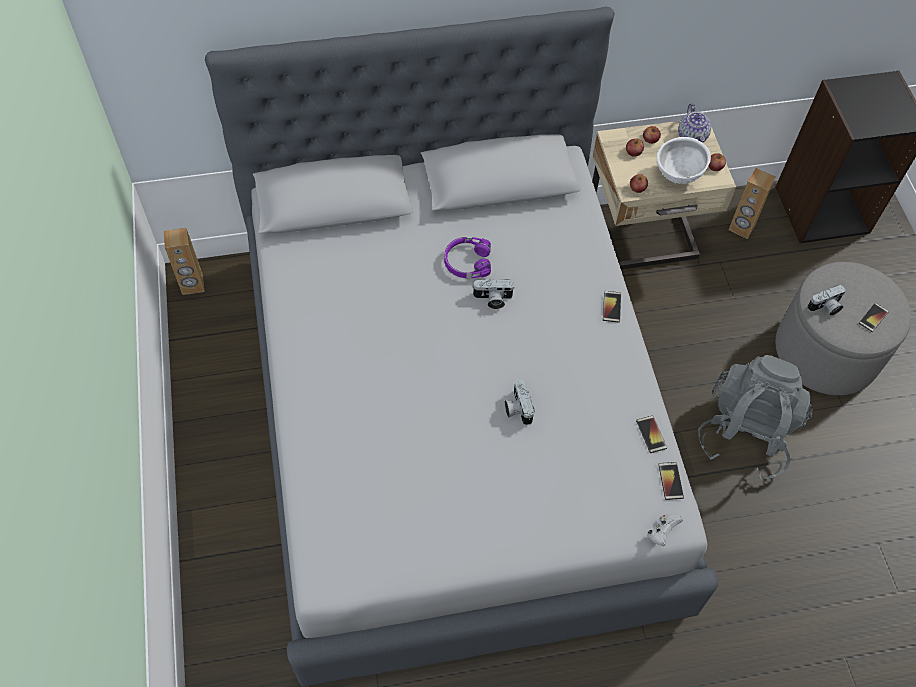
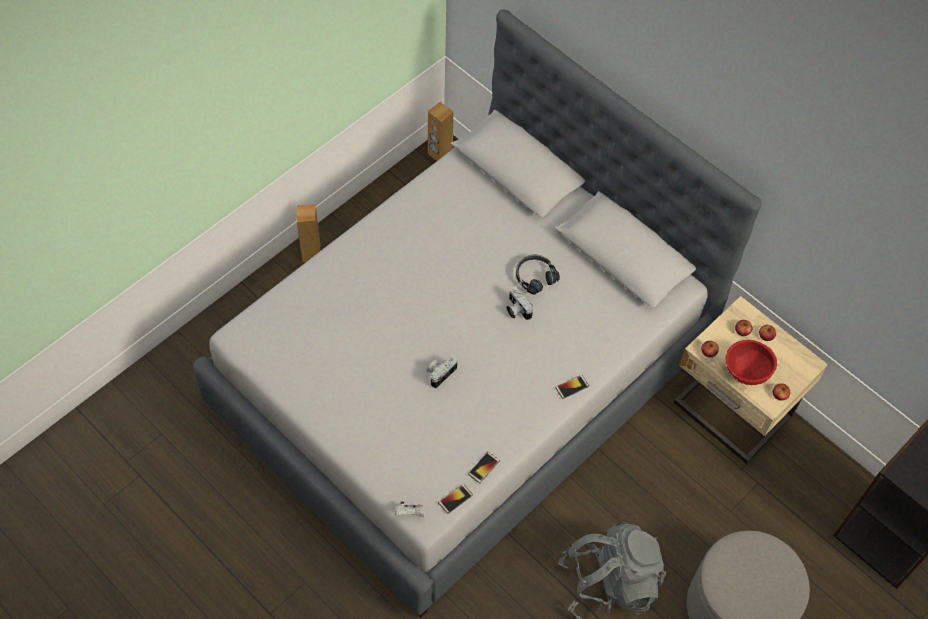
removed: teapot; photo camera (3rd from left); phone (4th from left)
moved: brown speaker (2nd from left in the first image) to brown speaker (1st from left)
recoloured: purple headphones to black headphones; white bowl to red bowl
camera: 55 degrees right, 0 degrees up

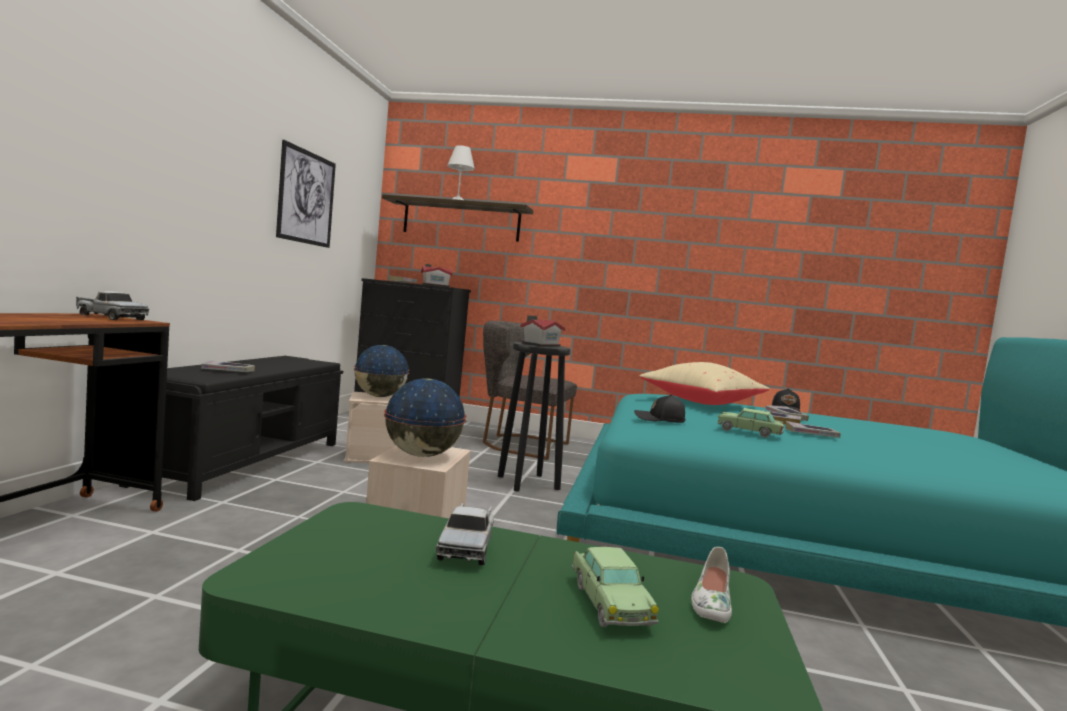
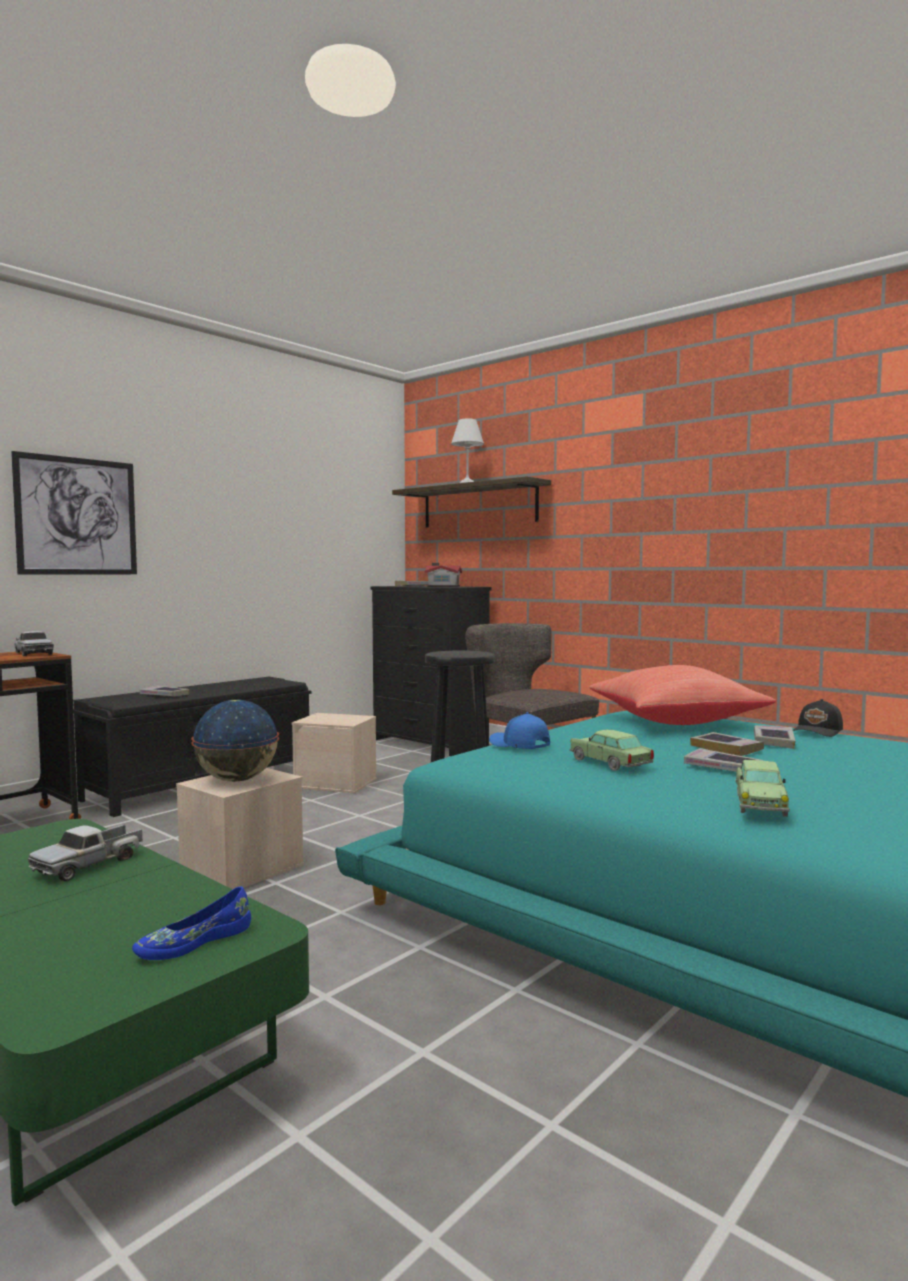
removed: globe (1st from left); toy house (2nd from left)
moved: picture; toy car (1st from left in the first image) to toy car (2nd from left)
recoloured: black cap (1st from left) to blue cap; beige pillow to red pillow; white shoe to blue shoe
camera: 30 degrees right, 0 degrees up

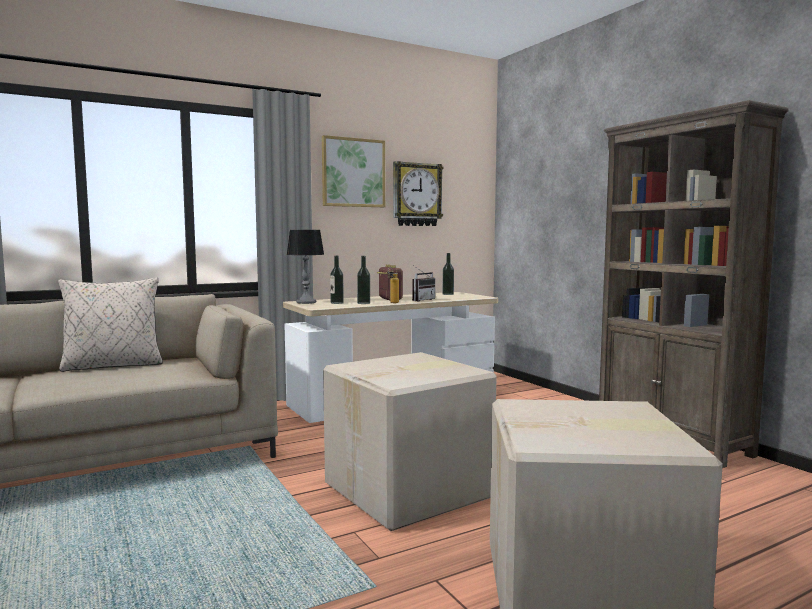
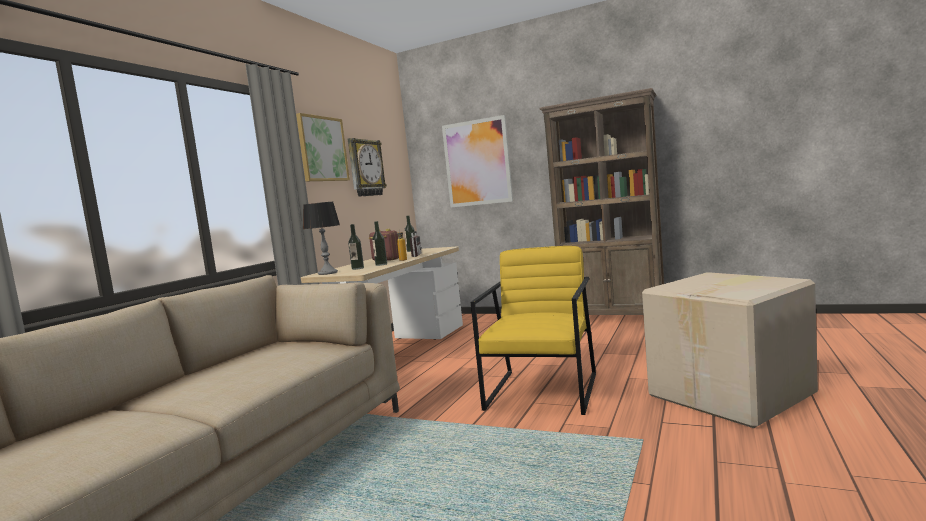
removed: beige pillow
added: picture (2nd from left)
replaced: cardboard box (1st from left) to yellow armchair
camera: 35 degrees left, 0 degrees up

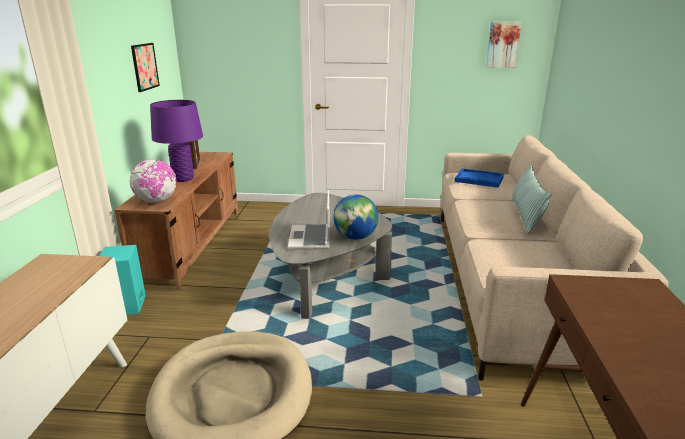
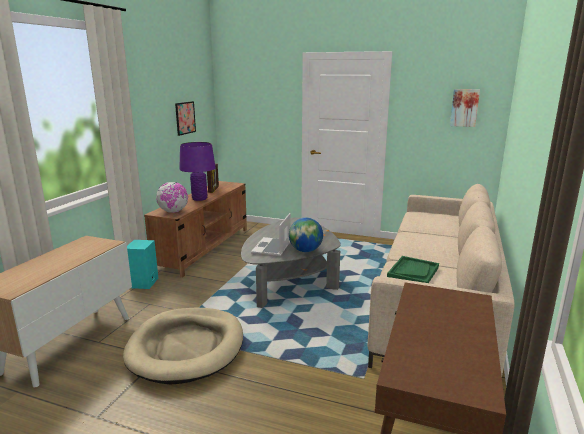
removed: blue tray; pillow
added: green tray
camera: 15 degrees right, 5 degrees down

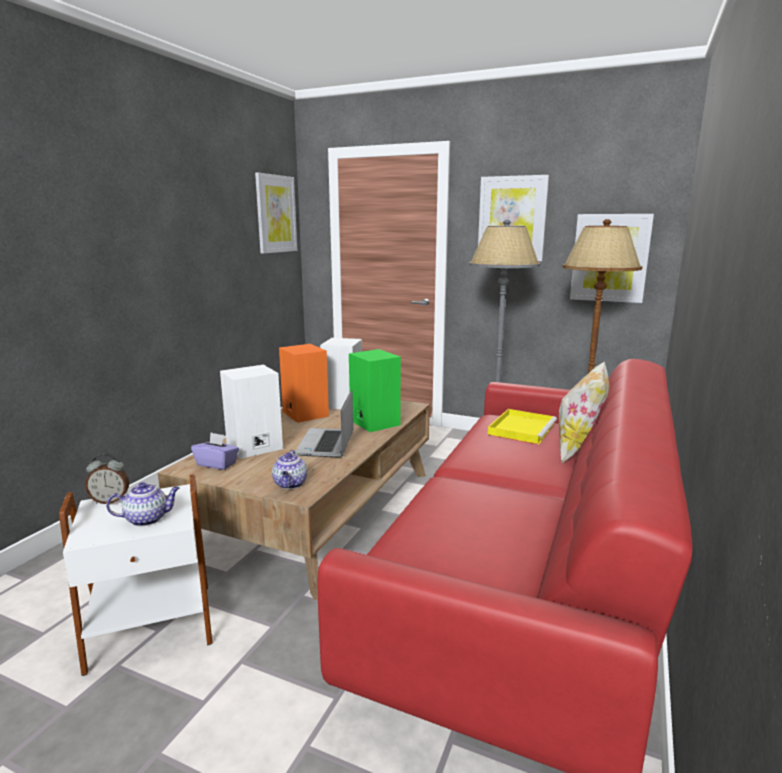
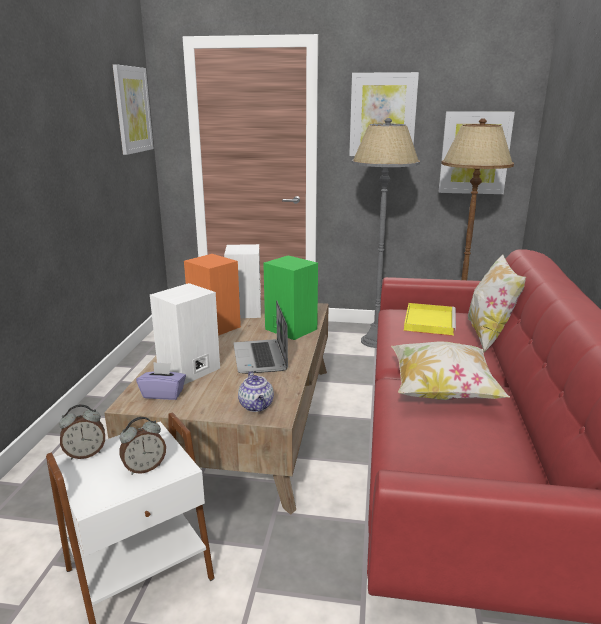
added: pillow (1st from left)
replaced: teapot (1st from left) to alarm clock (2nd from left)
camera: 15 degrees left, 5 degrees up

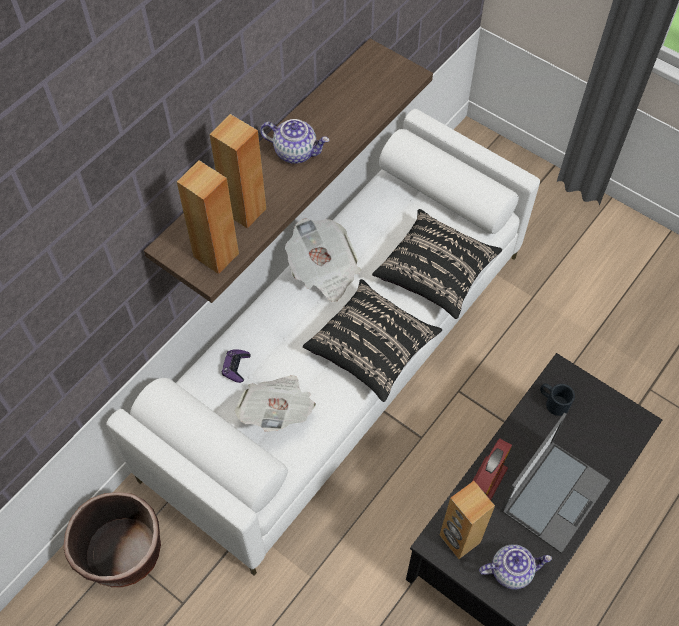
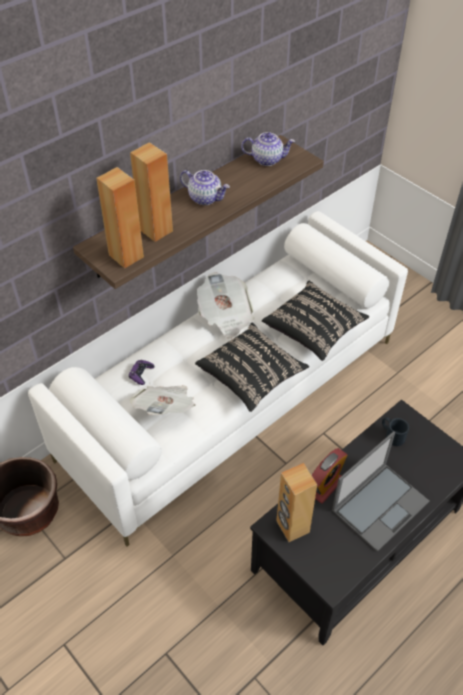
moved: teapot (2nd from left)
camera: 10 degrees right, 10 degrees down

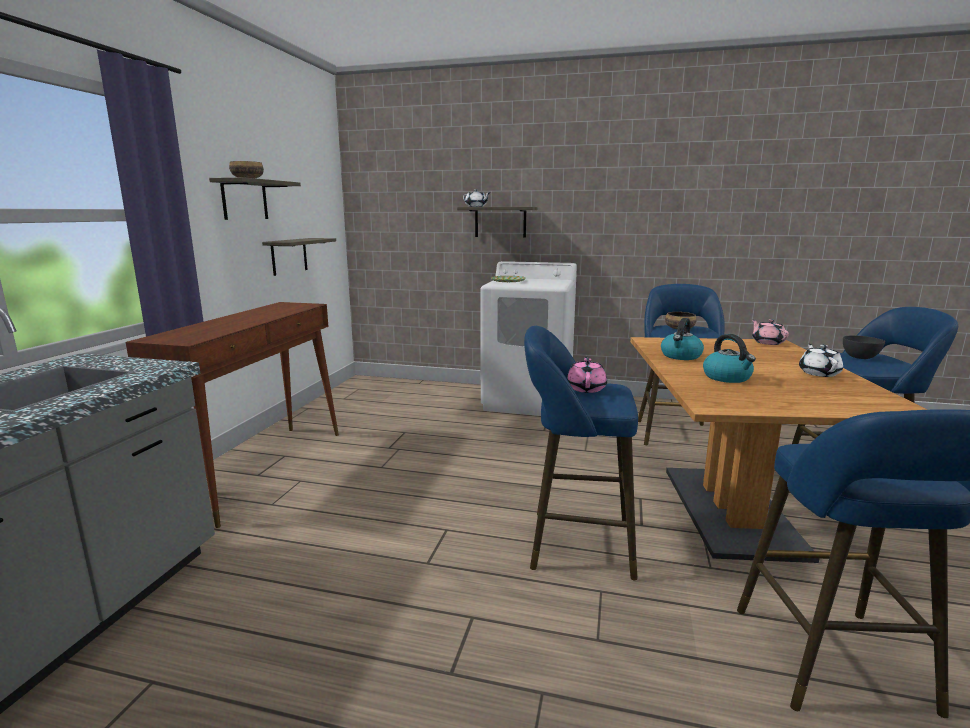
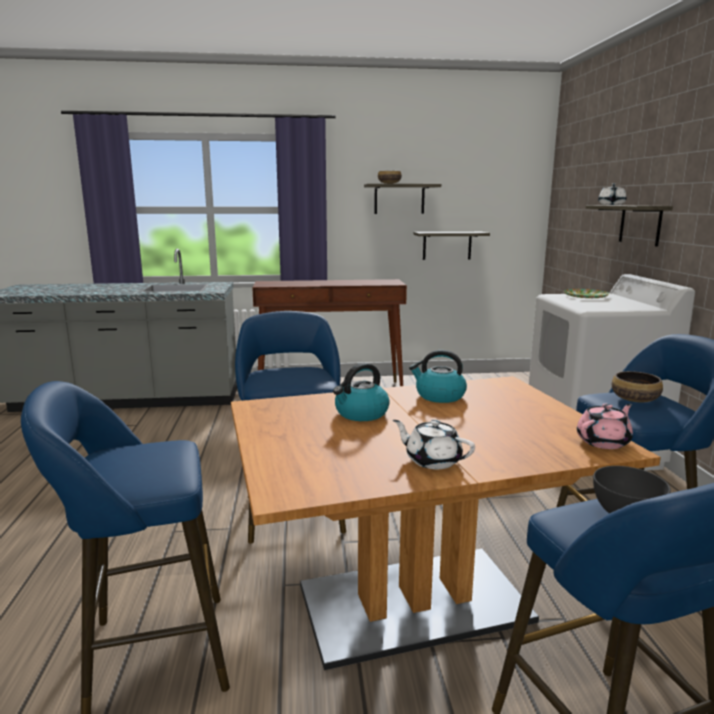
removed: pink teapot (1st from left)
turned: white teapot (2nd from left in the first image) 135 degrees counterclockwise
camera: 70 degrees right, 0 degrees up

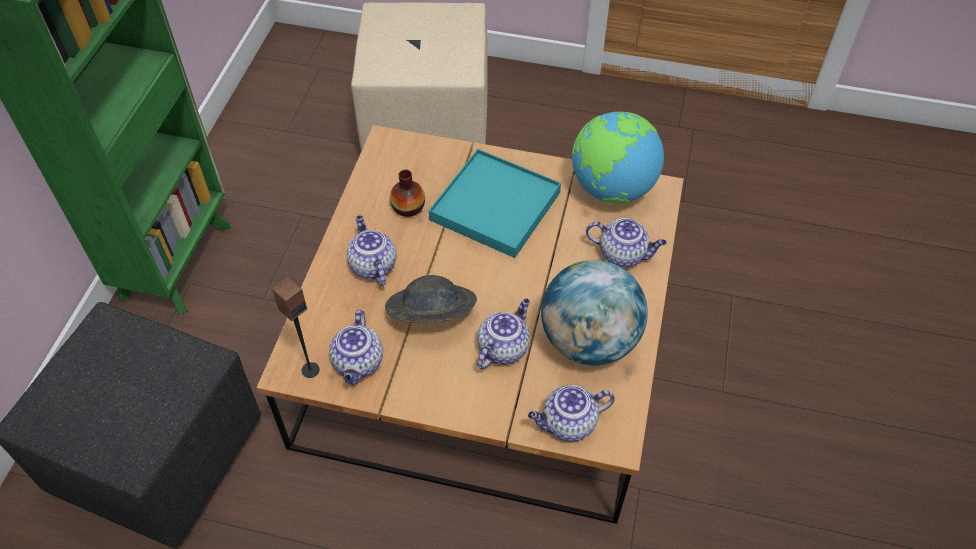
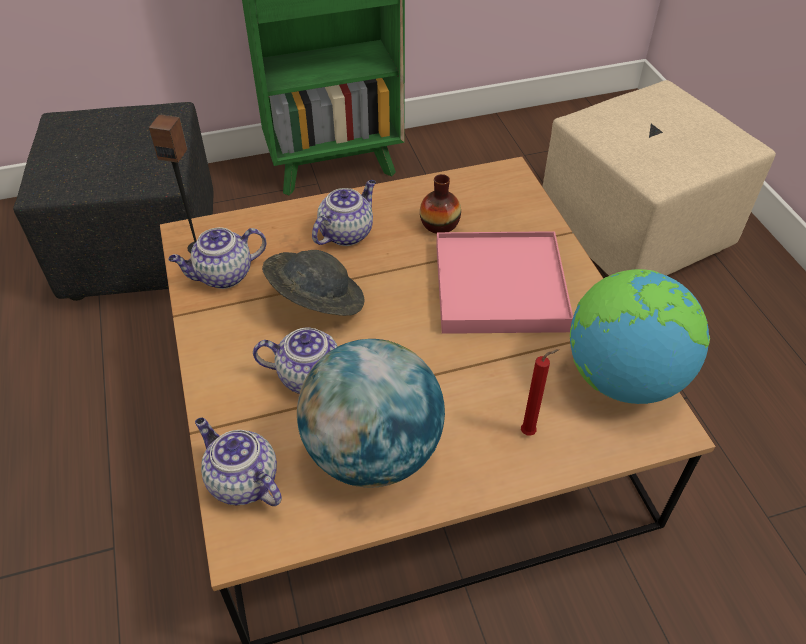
replaced: teapot (5th from left) to red candle
recoloured: turquoise tray to pink tray
camera: 60 degrees right, 5 degrees down

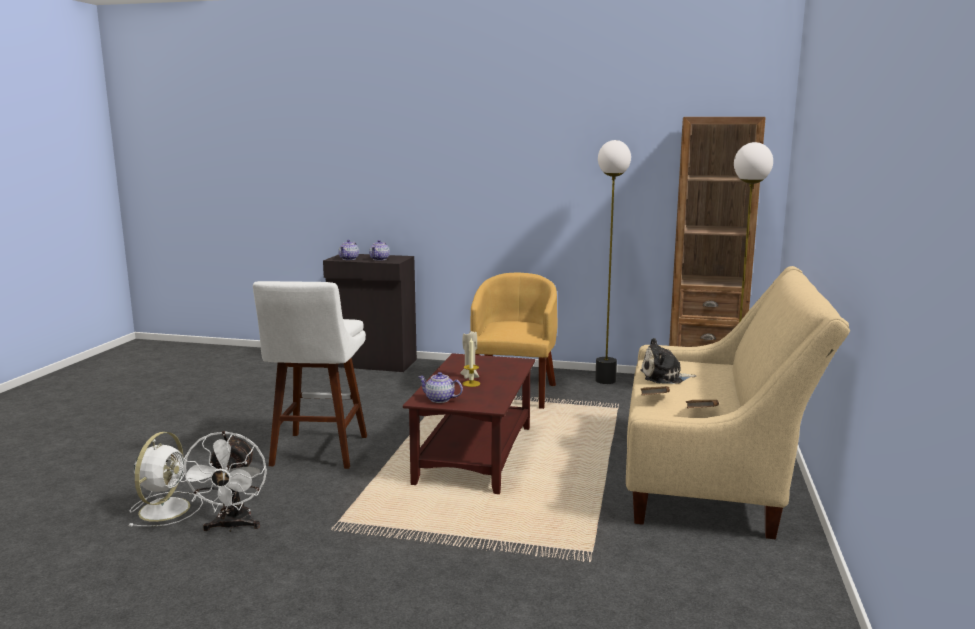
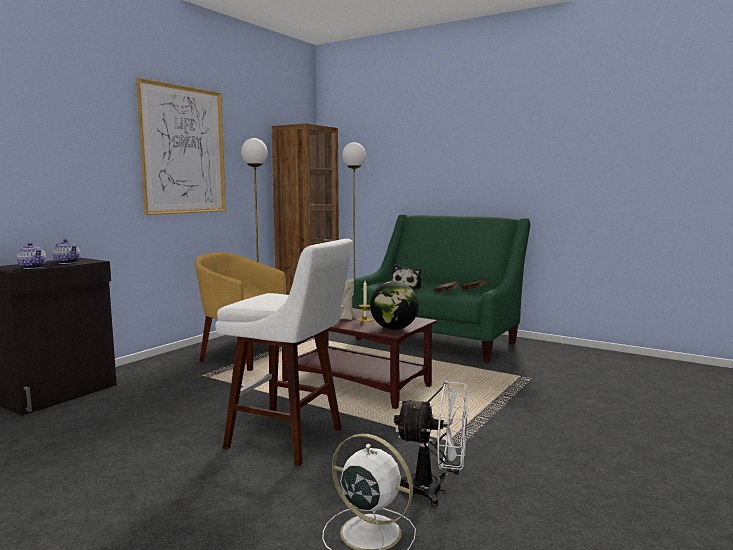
added: picture
replaced: teapot (3rd from left) to globe
recoloured: beige sofa to green sofa
camera: 70 degrees left, 5 degrees down

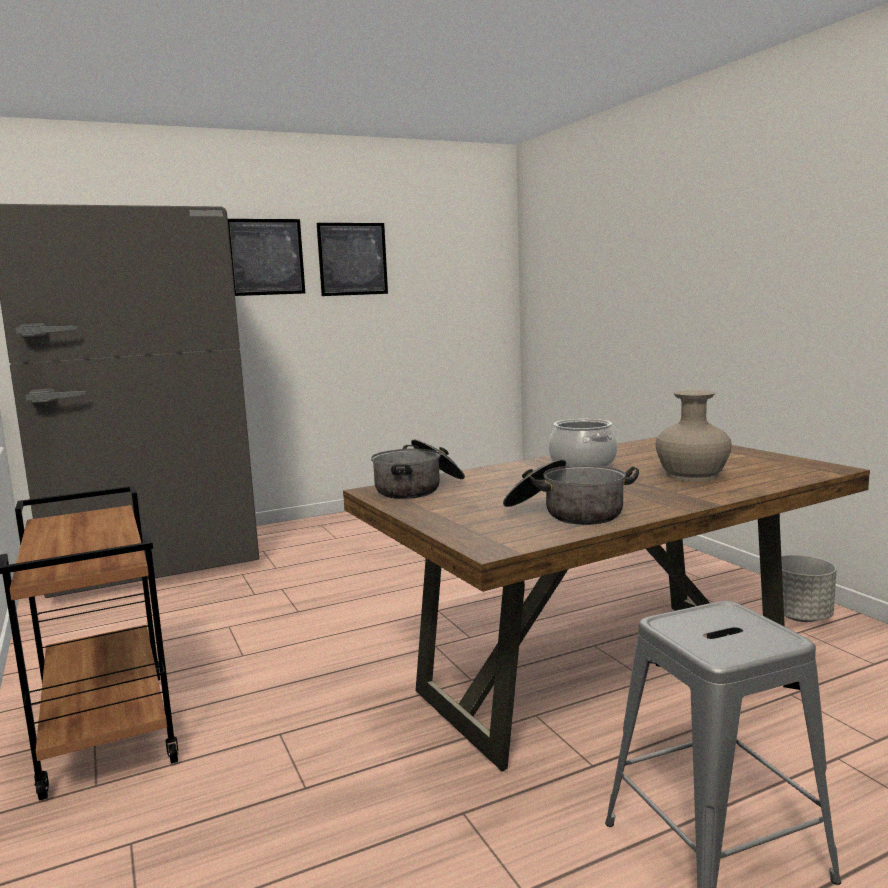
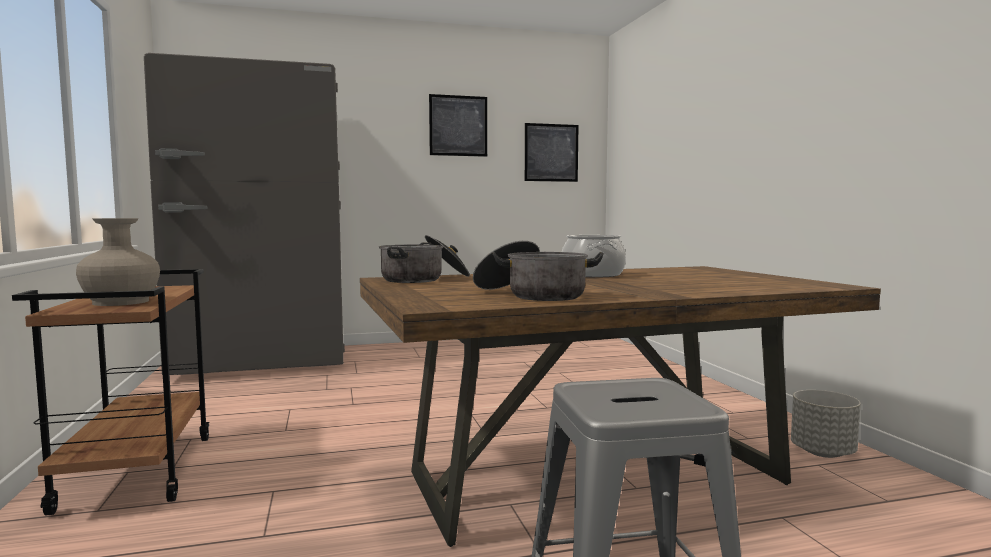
moved: picture (1st from left in the first image) to picture (2nd from left); beige vase
camera: 10 degrees right, 5 degrees down

